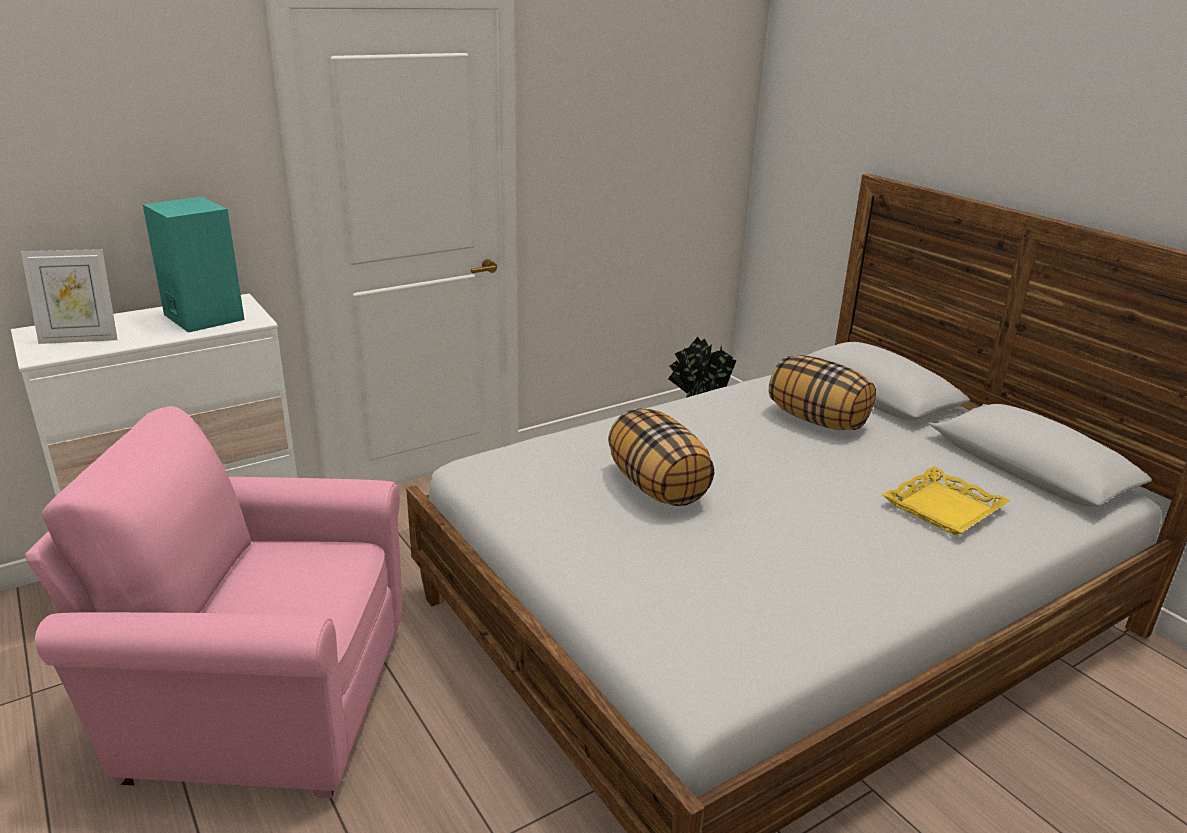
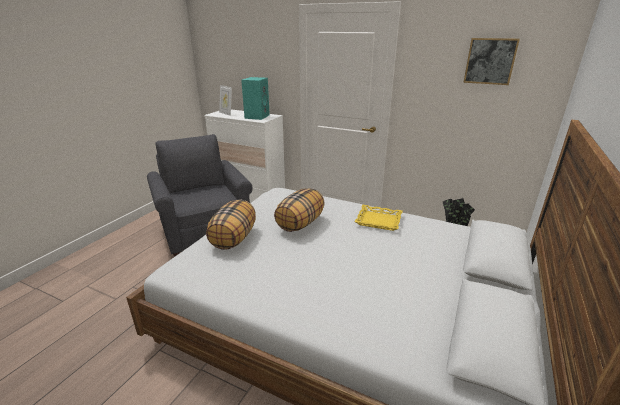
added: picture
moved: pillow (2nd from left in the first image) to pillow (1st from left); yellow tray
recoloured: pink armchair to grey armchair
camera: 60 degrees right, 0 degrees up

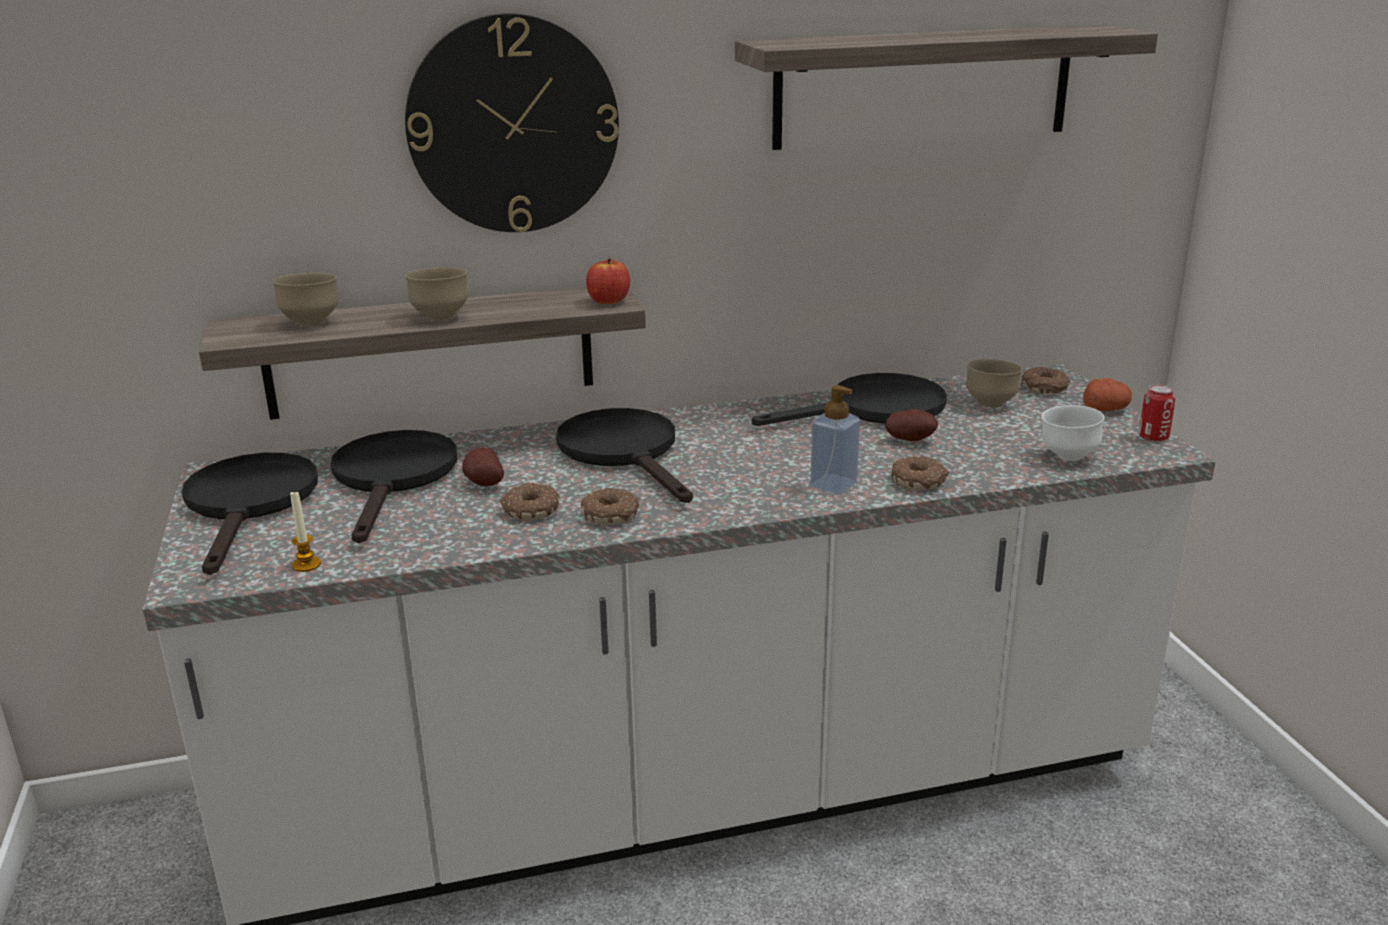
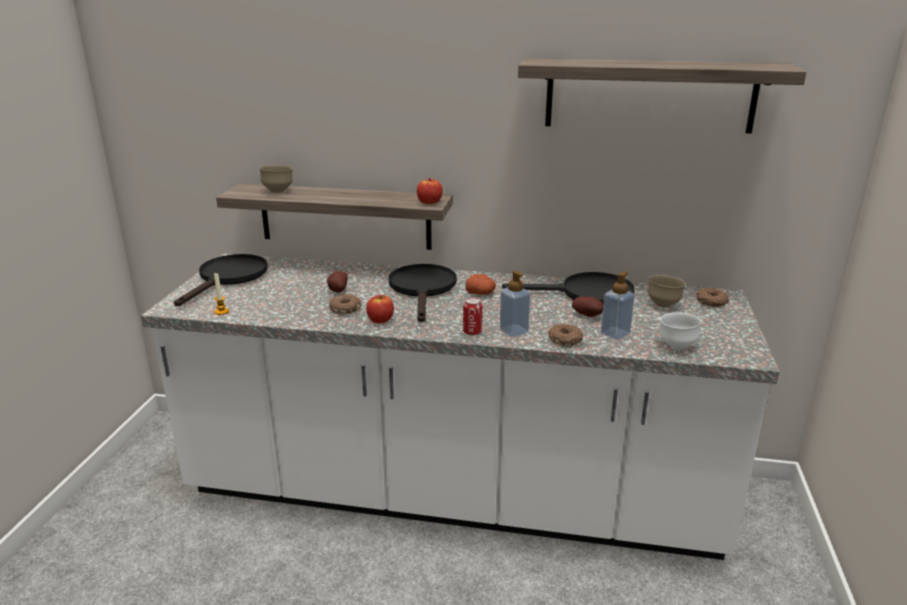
removed: black frying pan (2nd from left); wall clock; brown bowl (2nd from left)
added: soap dispenser (2nd from left)
moved: potato (3rd from left in the first image) to potato (2nd from left); can
replaced: donut (2nd from left) to apple (1st from left)
camera: 25 degrees right, 0 degrees up

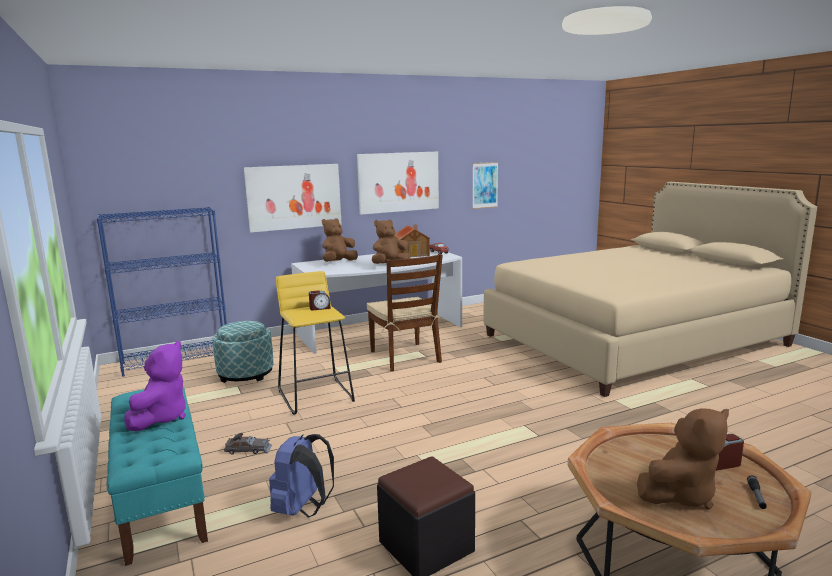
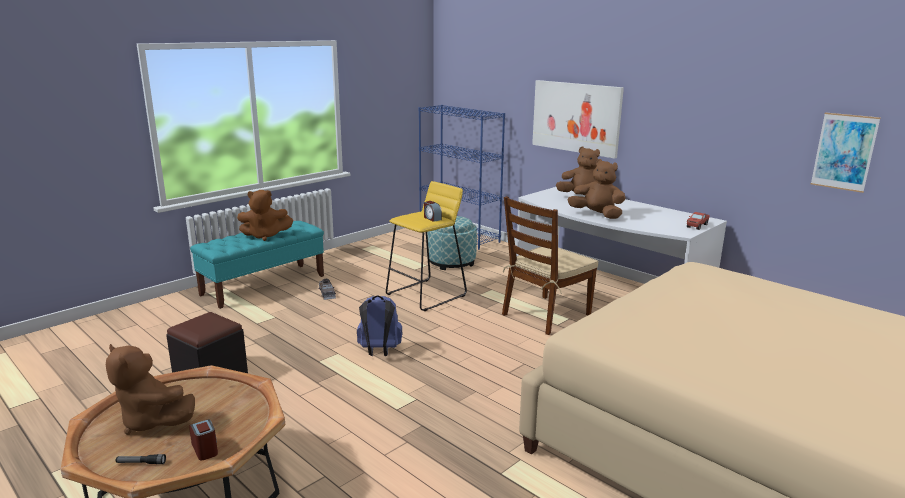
removed: picture (2nd from left); toy house
moved: blue backpack
recoloured: purple plush toy to brown plush toy (2nd from left)
camera: 70 degrees right, 5 degrees up

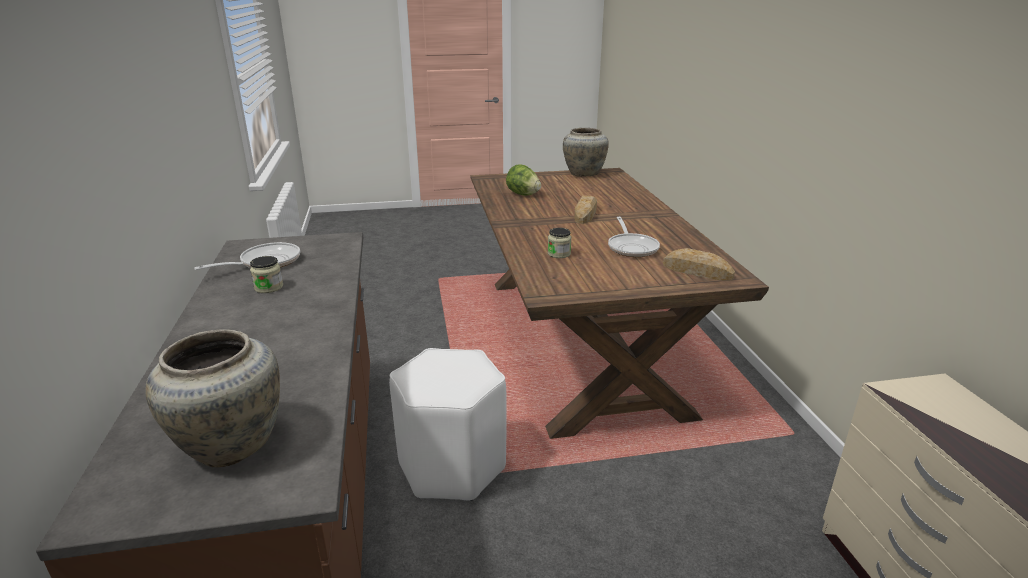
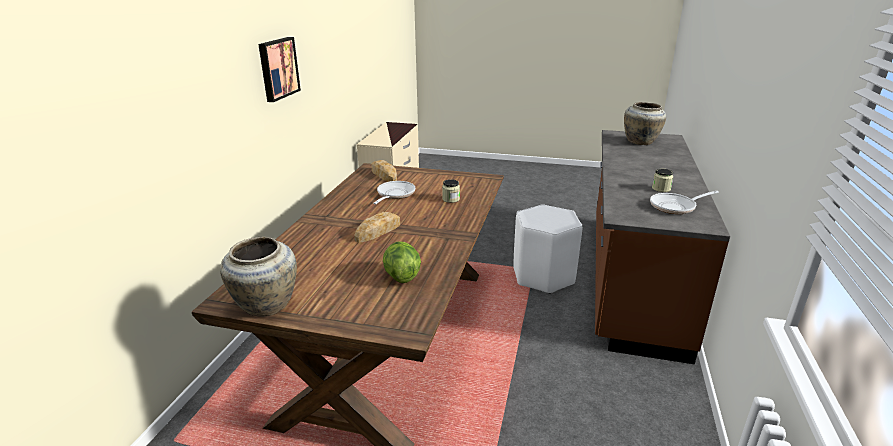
added: picture
camera: 155 degrees left, 0 degrees up

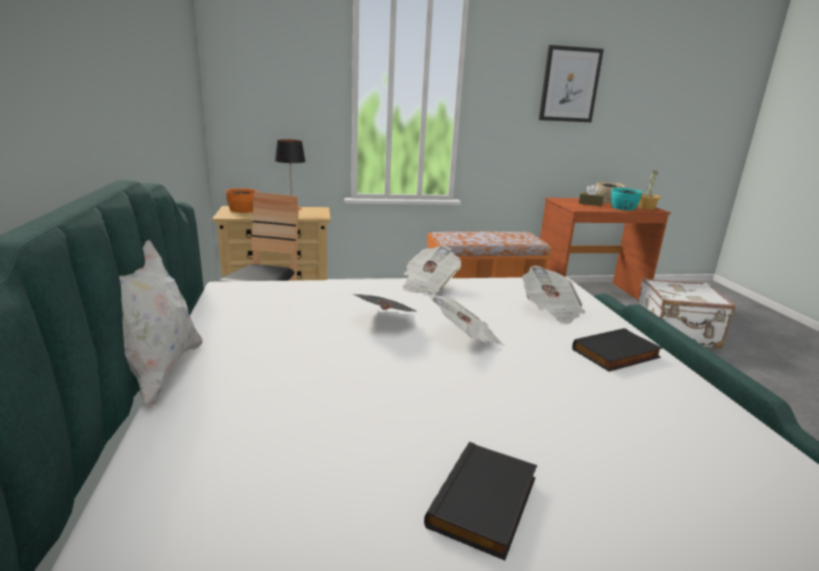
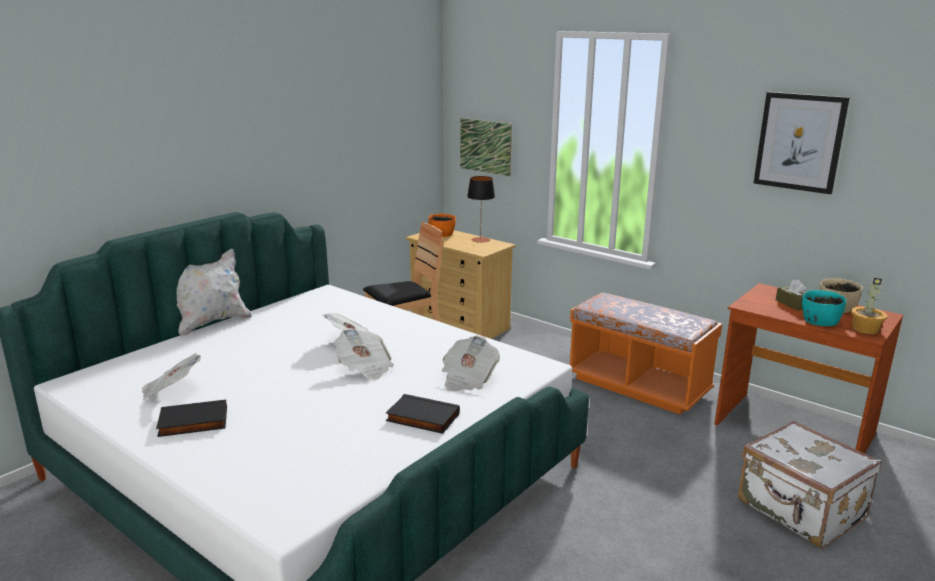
added: picture (1st from left)
moved: newspaper (2nd from left in the first image) to newspaper (1st from left)
camera: 50 degrees right, 0 degrees up

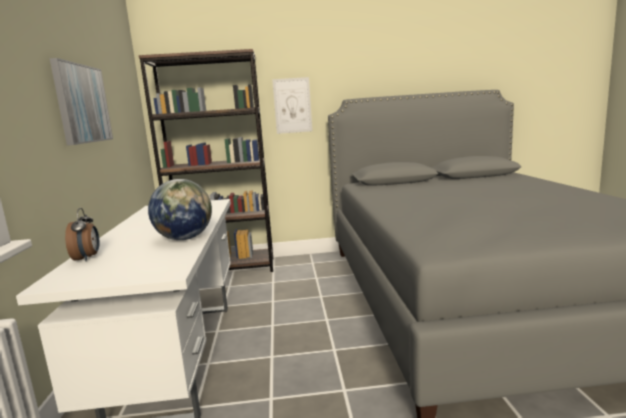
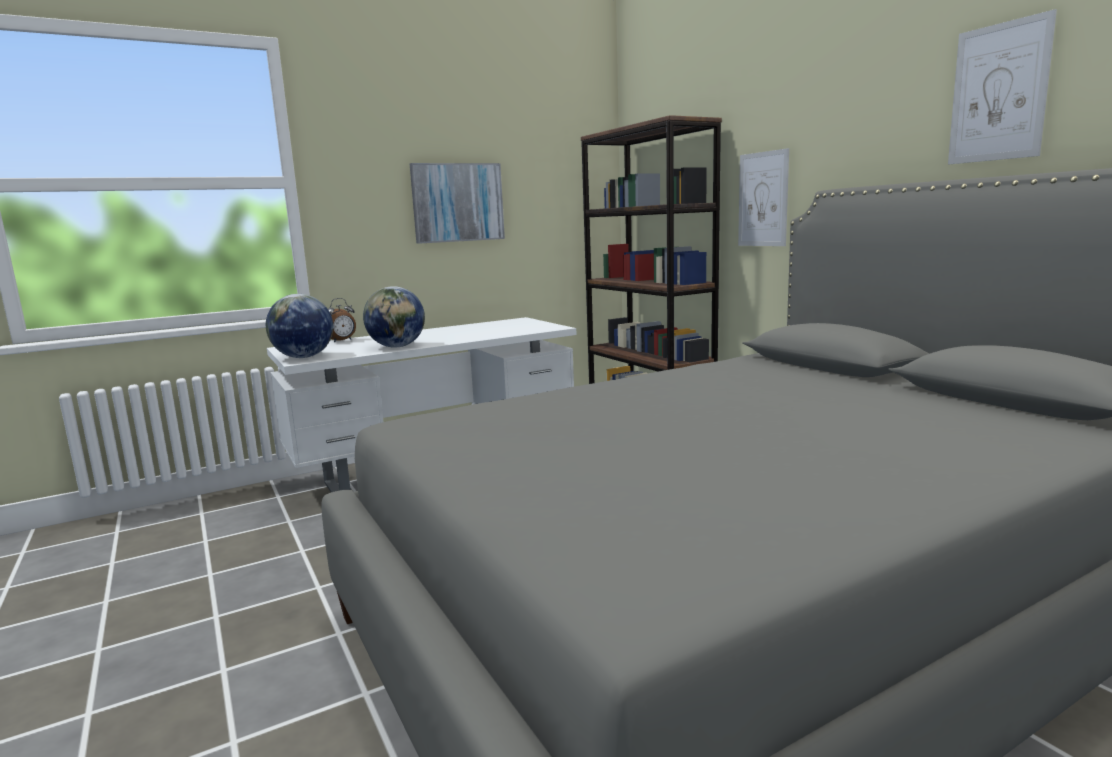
added: globe (1st from left); picture (3rd from left)
camera: 65 degrees right, 0 degrees up

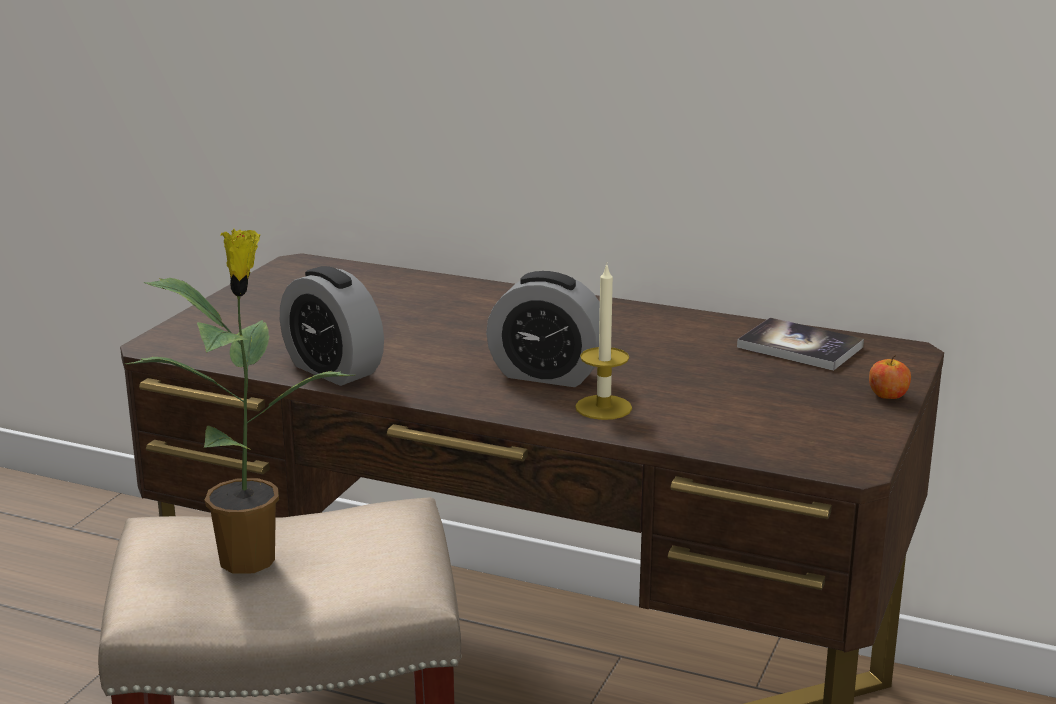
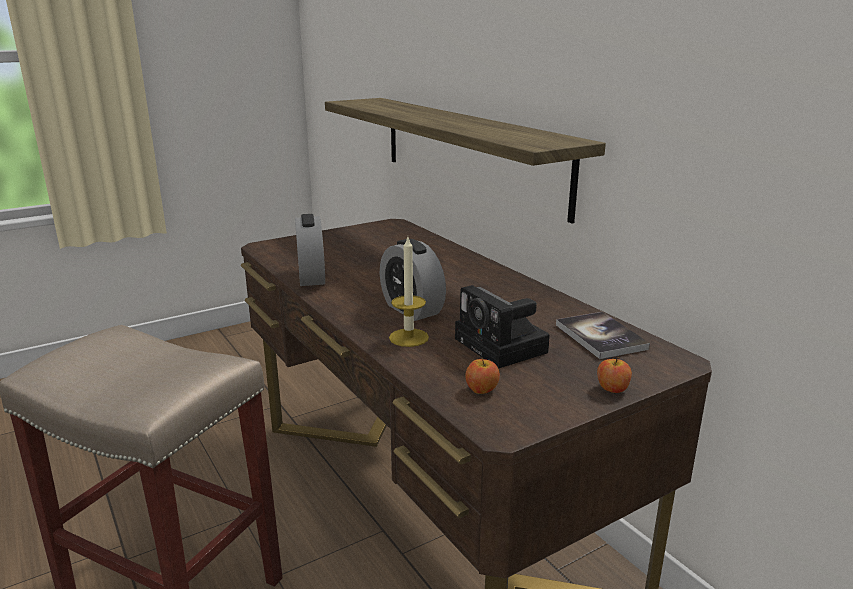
removed: potted plant
added: shelf; photo camera; apple (1st from left)
camera: 35 degrees right, 0 degrees up

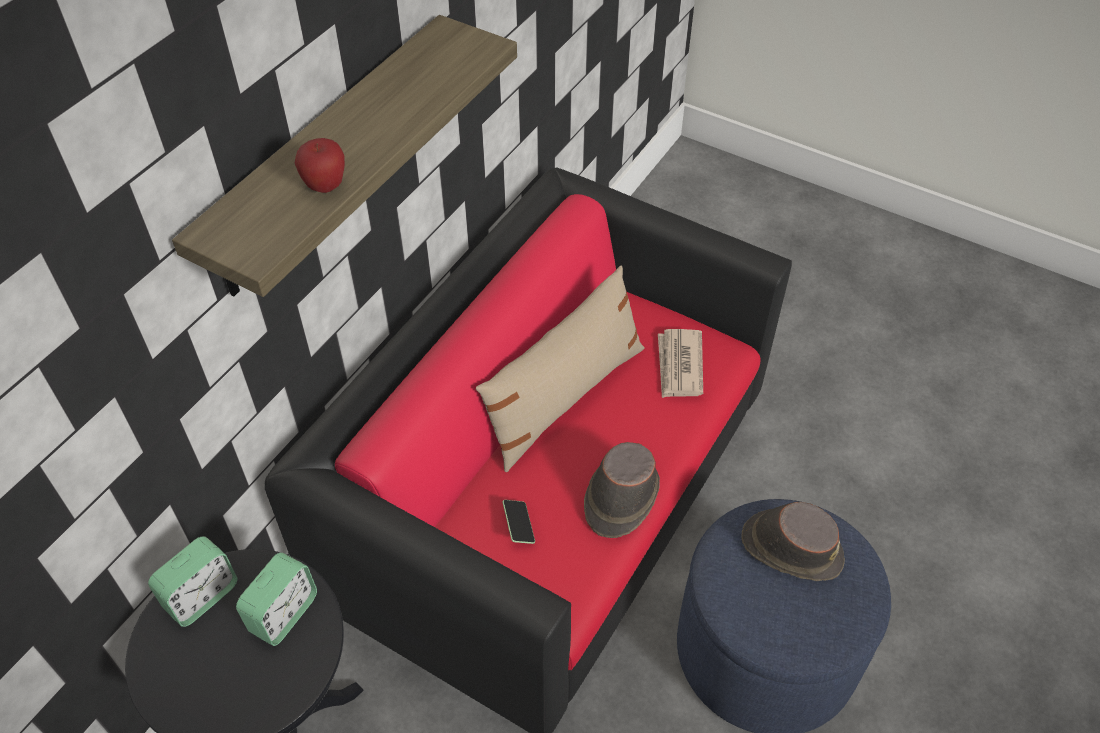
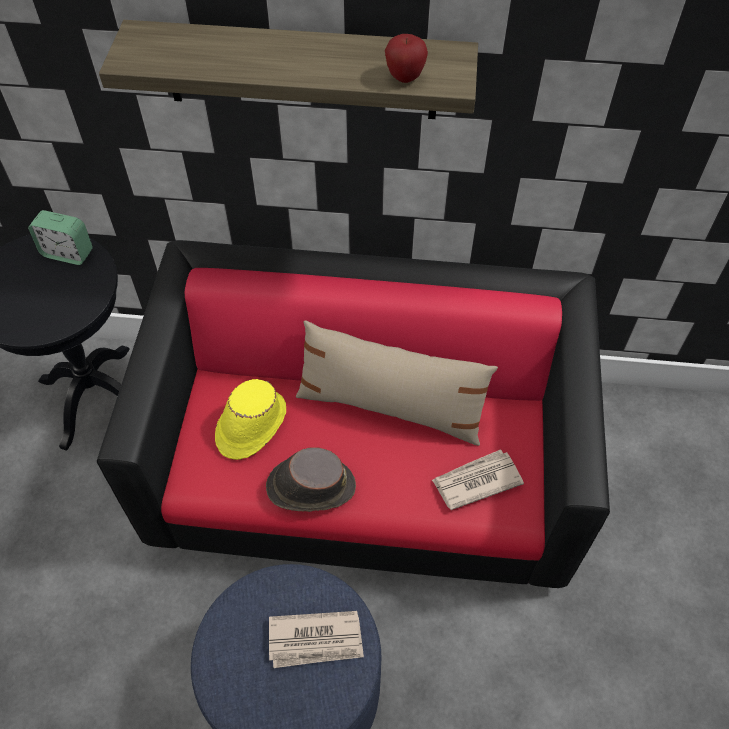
removed: alarm clock (2nd from left)
moved: apple
replaced: phone to yellow hat; brown hat (2nd from left) to newspaper (1st from left)
camera: 65 degrees right, 5 degrees up

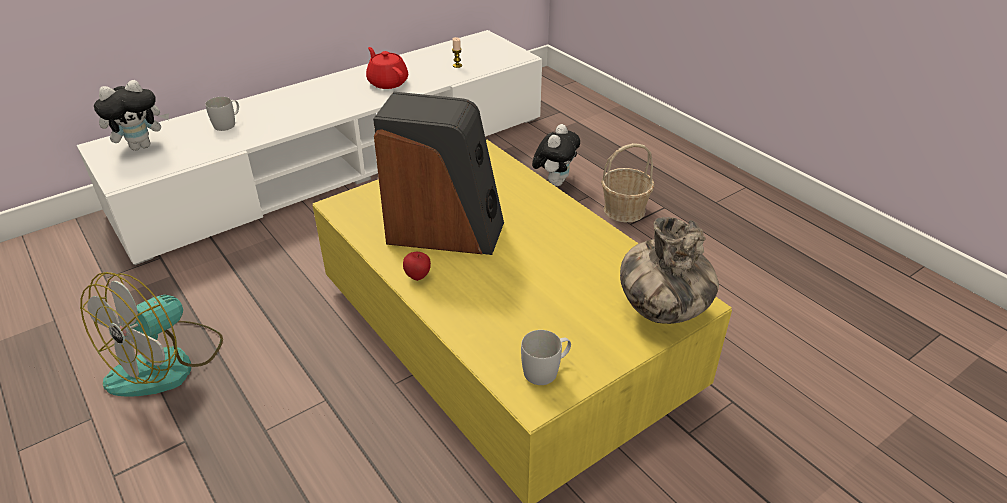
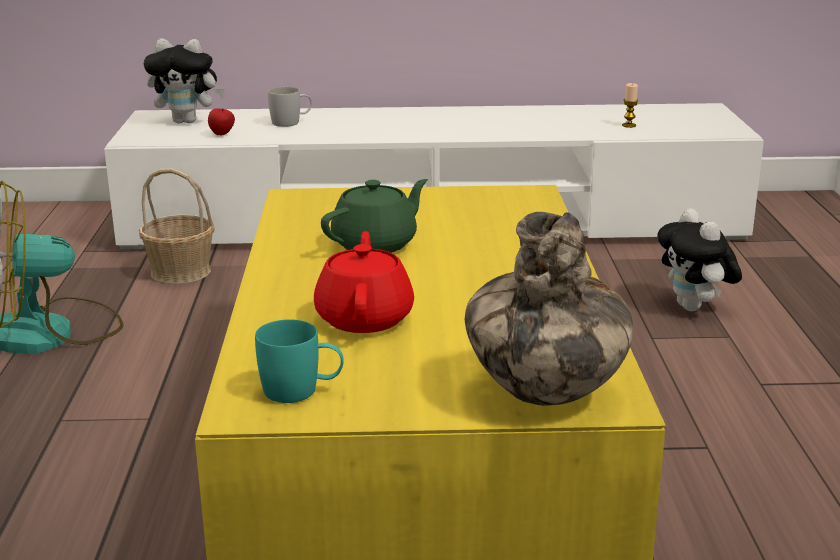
moved: red teapot; apple; basket
replaced: speaker to green teapot
recoloured: white mug (2nd from left) to turquoise mug
turned: plush toy (2nd from left) 105 degrees clockwise
camera: 35 degrees right, 15 degrees down

